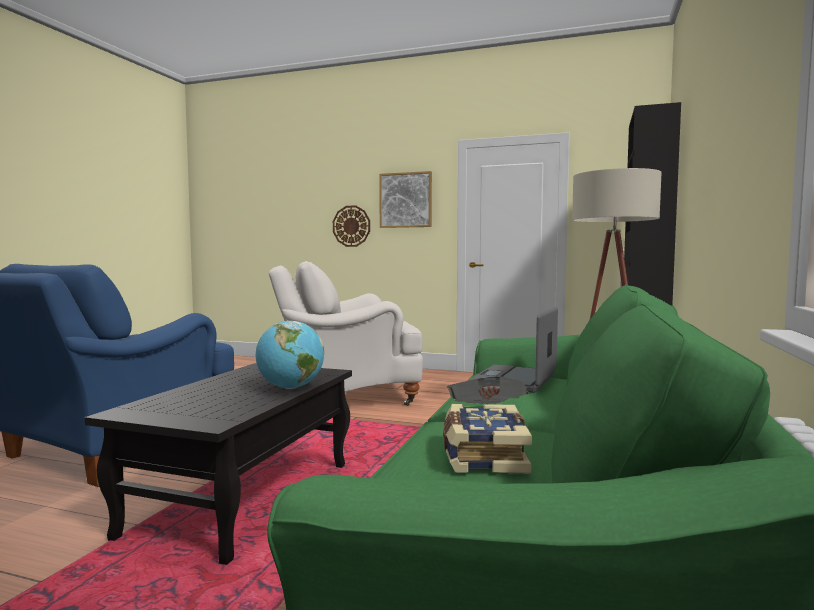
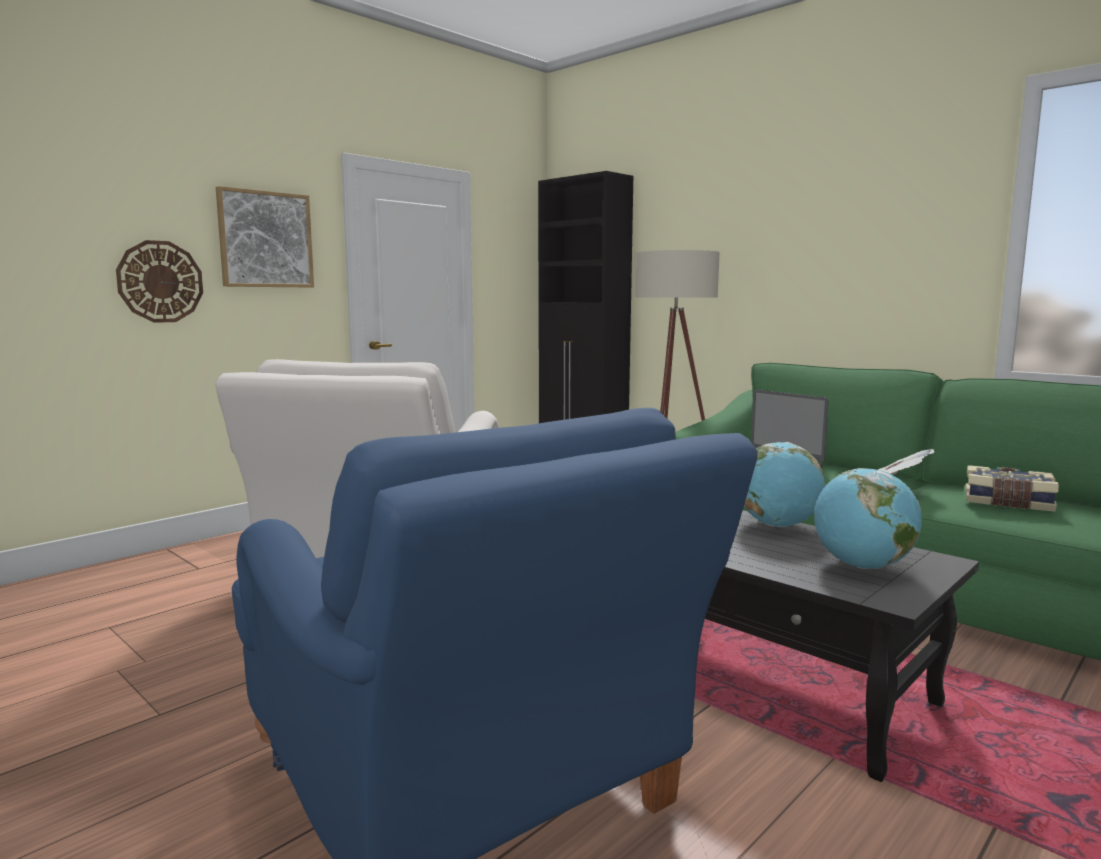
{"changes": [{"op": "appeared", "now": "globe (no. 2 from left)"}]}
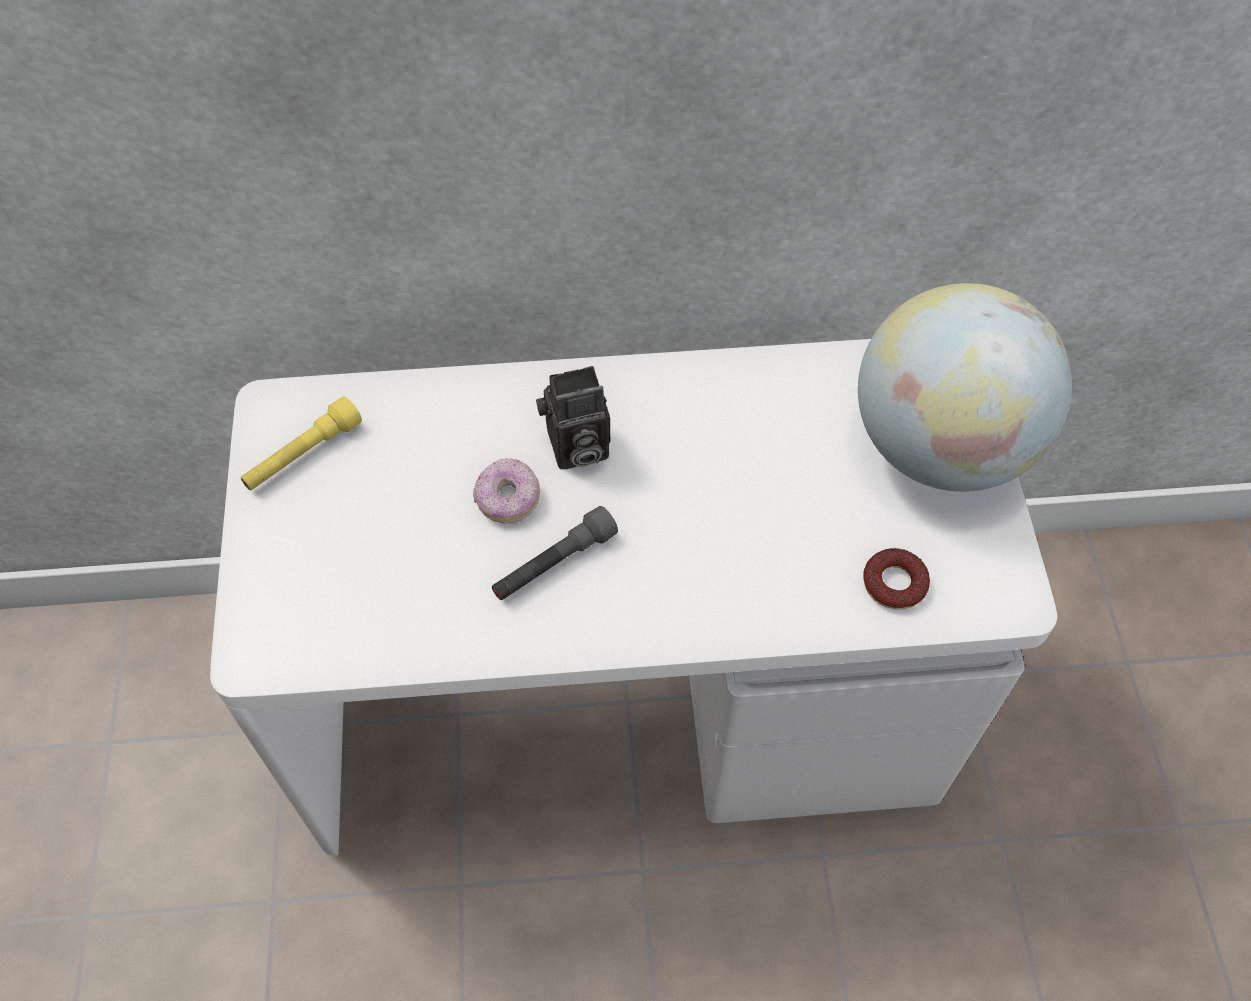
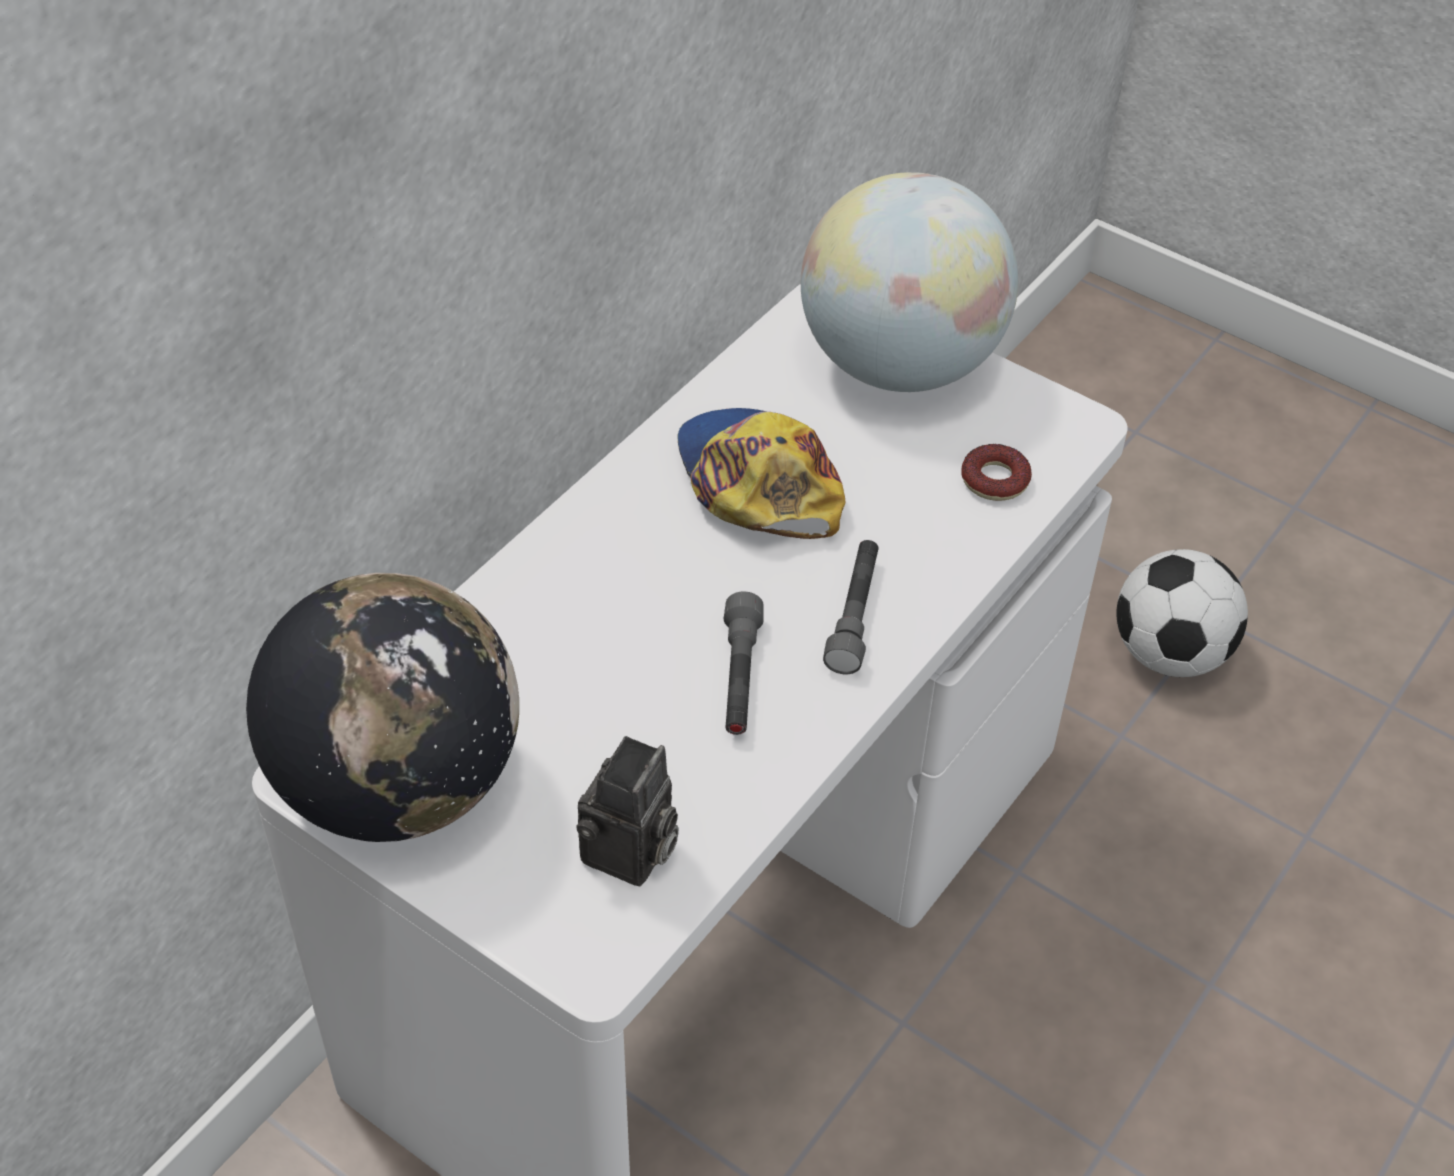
{"changes": [{"op": "missing", "was": "beignet (no. 1 from left)"}, {"op": "appeared", "now": "casquette"}, {"op": "appeared", "now": "lampe de poche/gris (no. 2 from left)"}, {"op": "appeared", "now": "ballon de foot"}, {"op": "relocated", "was": "appareil photo"}, {"op": "exchanged", "was": "lampe de poche/jaune", "now": "globe (no. 1 from left)"}]}
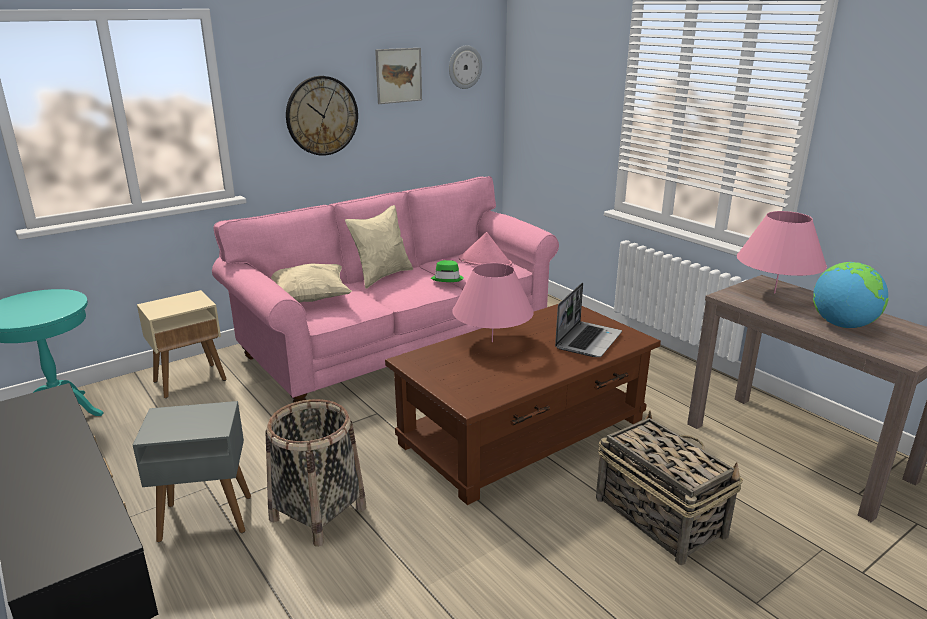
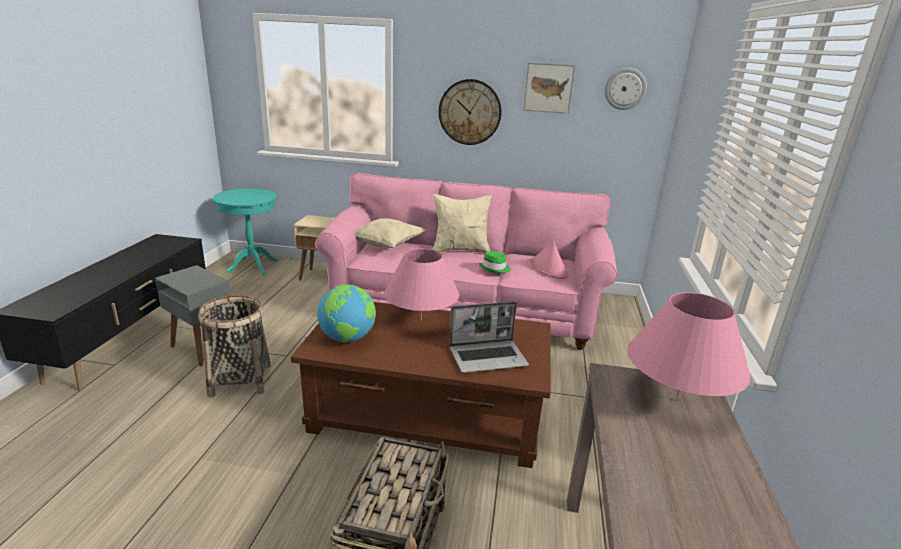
{"changes": [{"op": "relocated", "was": "globe"}]}
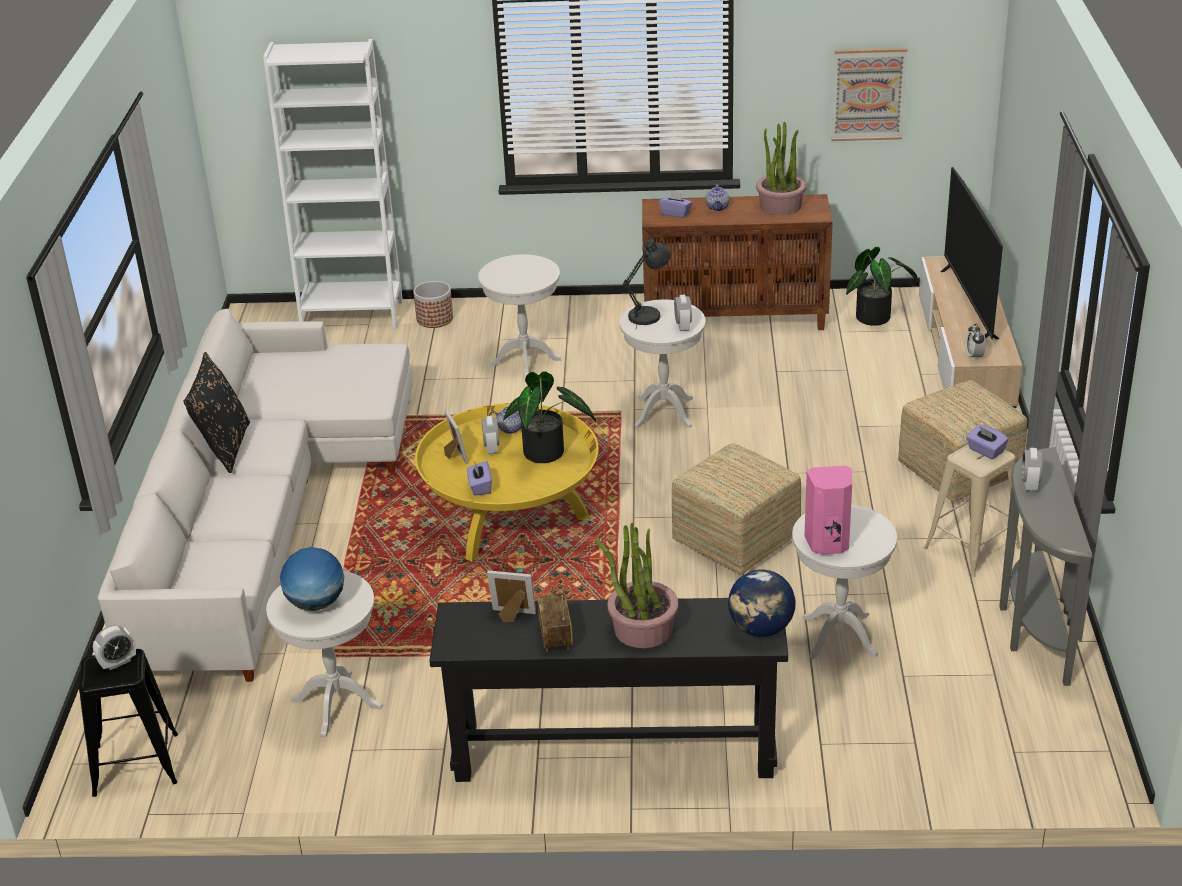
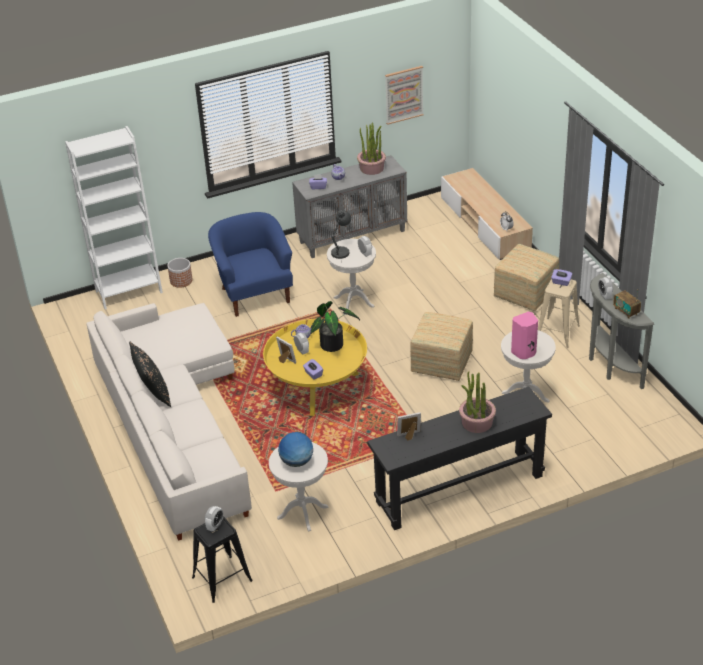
{"changes": [{"op": "missing", "was": "globe (no. 2 from left)"}, {"op": "missing", "was": "plante en pot (no. 4 from left)"}, {"op": "missing", "was": "téléviseur"}, {"op": "relocated", "was": "radio"}, {"op": "exchanged", "was": "table d'appoint/blanc (no. 2 from left)", "now": "fauteuil/bleu"}, {"op": "colour", "was": "meuble de rangement/marron", "now": "meuble de rangement/gris"}]}
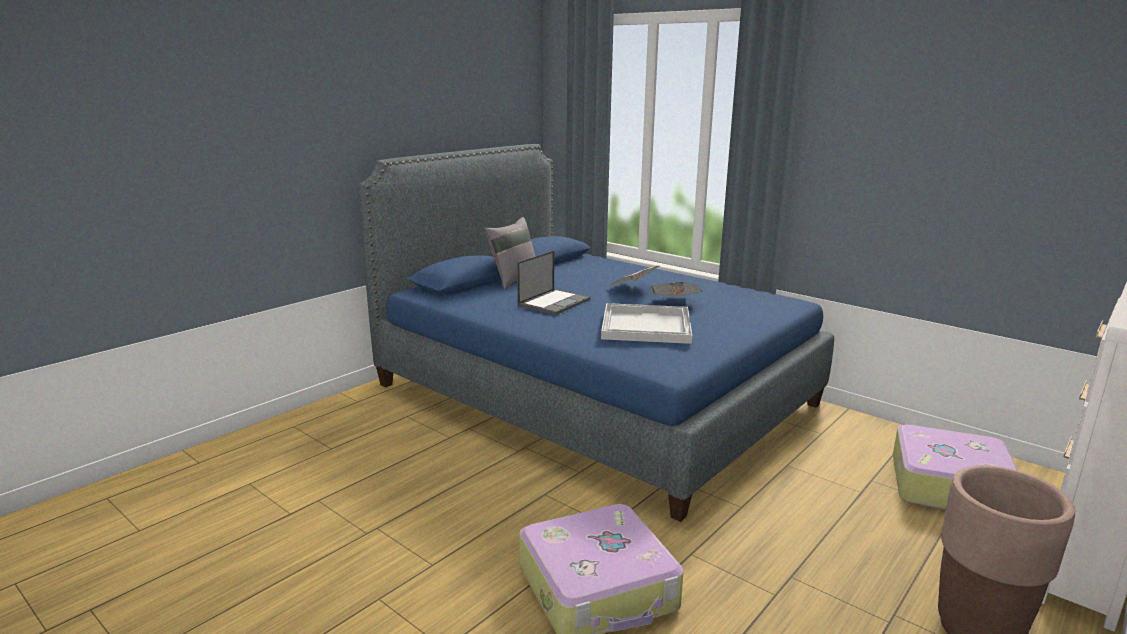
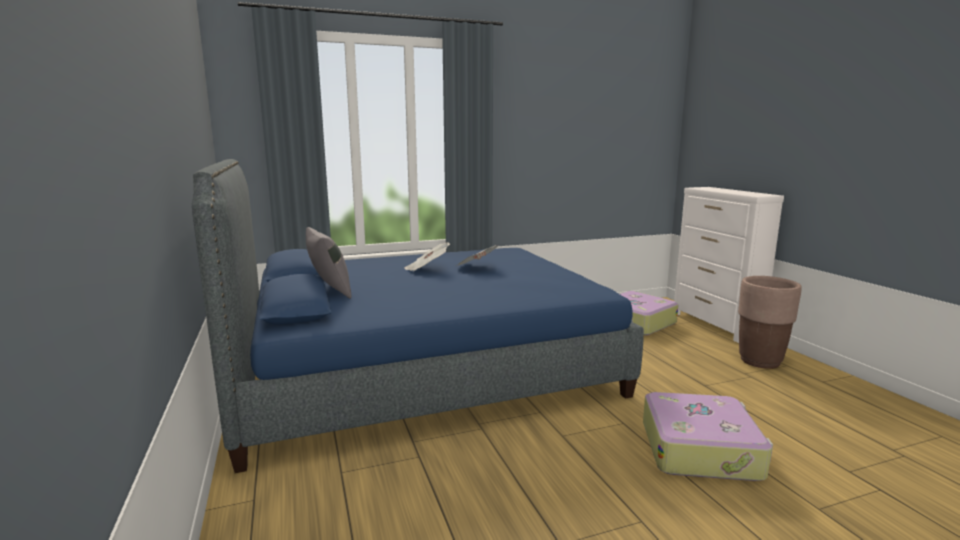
{"changes": [{"op": "missing", "was": "ordinateur portable"}, {"op": "missing", "was": "plateau/blanc"}]}
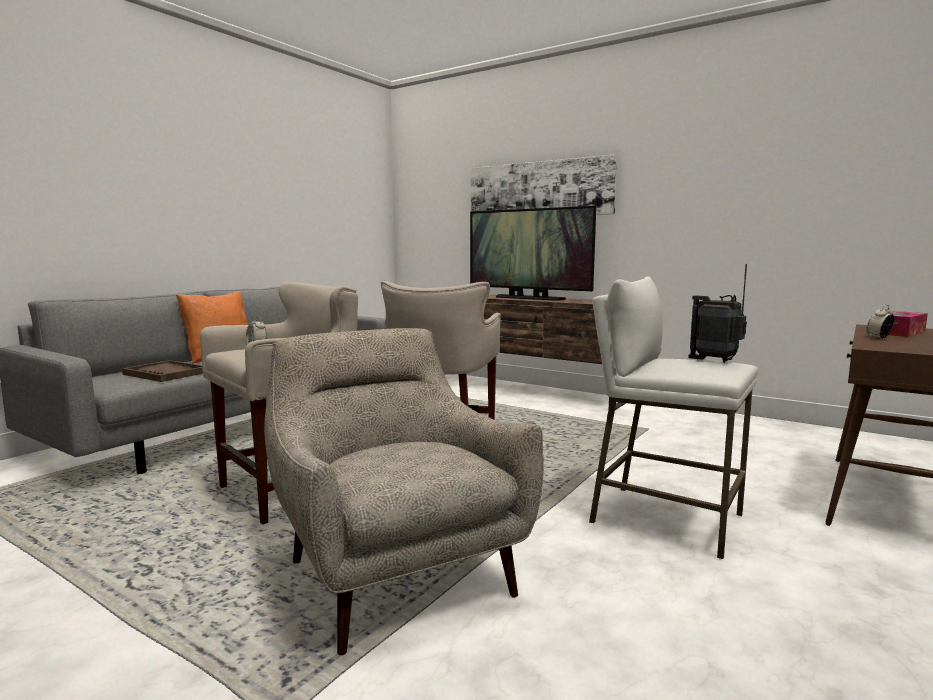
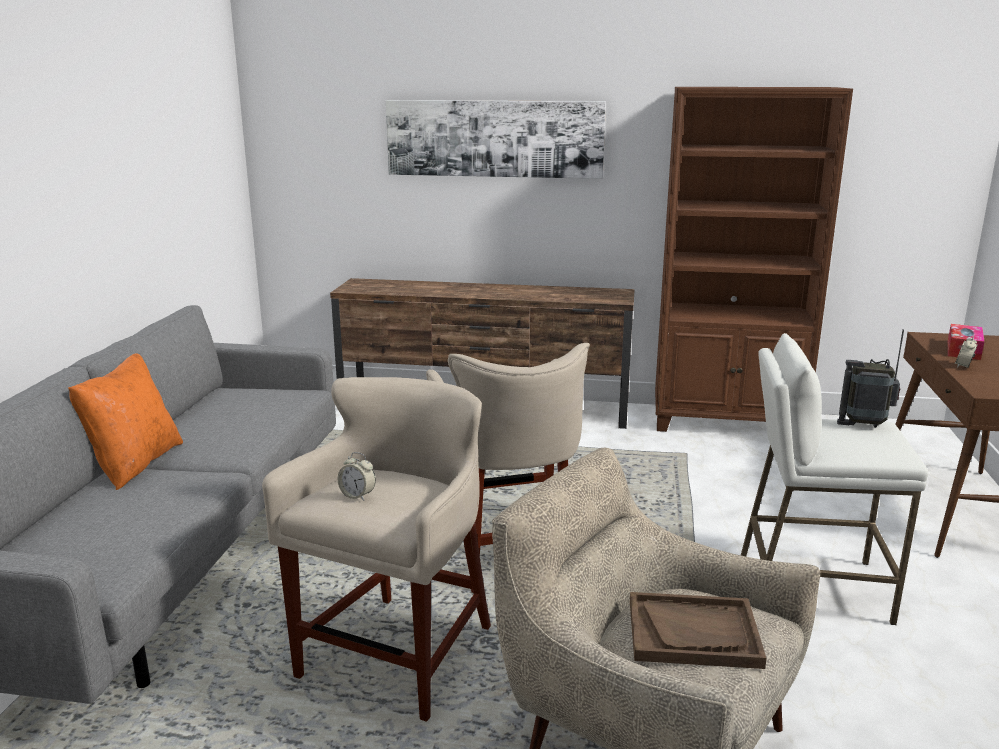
{"changes": [{"op": "missing", "was": "téléviseur"}, {"op": "appeared", "now": "bibliothèque/marron"}, {"op": "relocated", "was": "plateau/marron"}]}
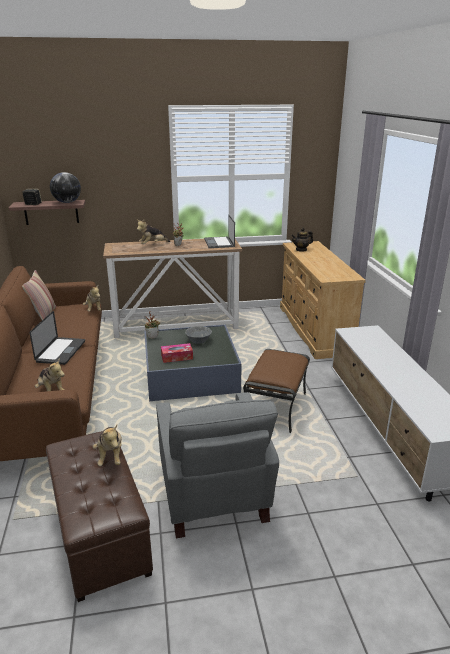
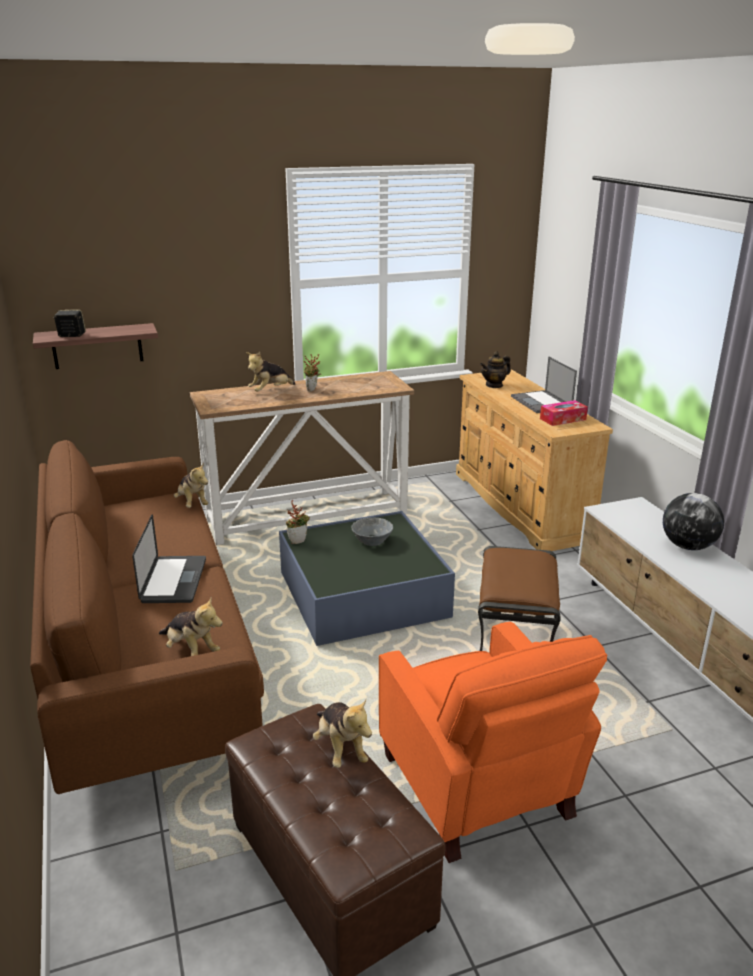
{"changes": [{"op": "missing", "was": "coussin"}, {"op": "relocated", "was": "globe"}, {"op": "relocated", "was": "boîte à mouchoirs"}, {"op": "relocated", "was": "ordinateur portable (no. 2 from left)"}, {"op": "colour", "was": "fauteuil/gris", "now": "fauteuil/orange"}]}
